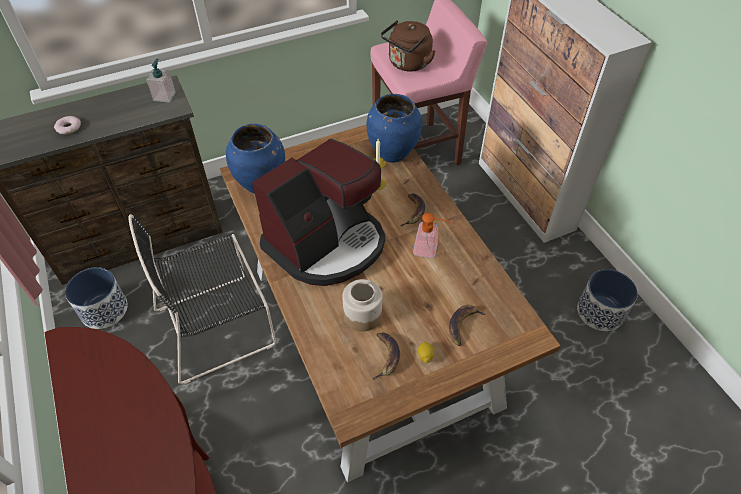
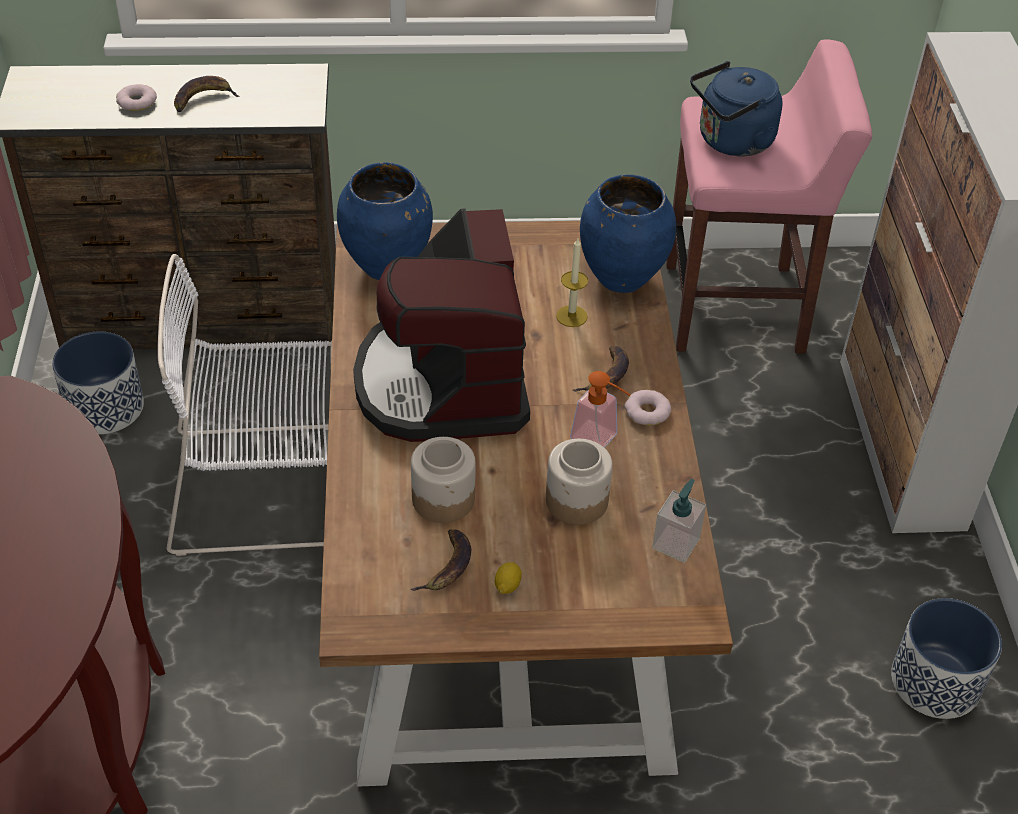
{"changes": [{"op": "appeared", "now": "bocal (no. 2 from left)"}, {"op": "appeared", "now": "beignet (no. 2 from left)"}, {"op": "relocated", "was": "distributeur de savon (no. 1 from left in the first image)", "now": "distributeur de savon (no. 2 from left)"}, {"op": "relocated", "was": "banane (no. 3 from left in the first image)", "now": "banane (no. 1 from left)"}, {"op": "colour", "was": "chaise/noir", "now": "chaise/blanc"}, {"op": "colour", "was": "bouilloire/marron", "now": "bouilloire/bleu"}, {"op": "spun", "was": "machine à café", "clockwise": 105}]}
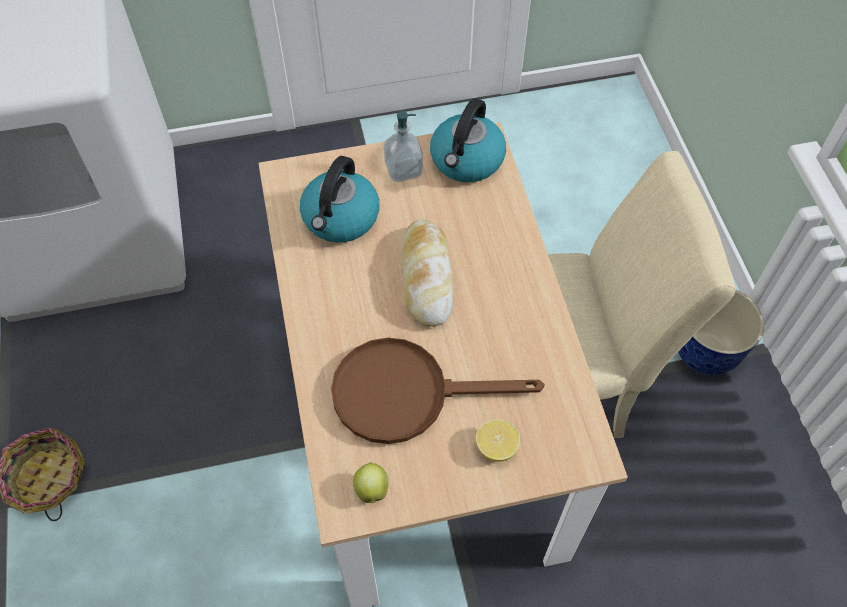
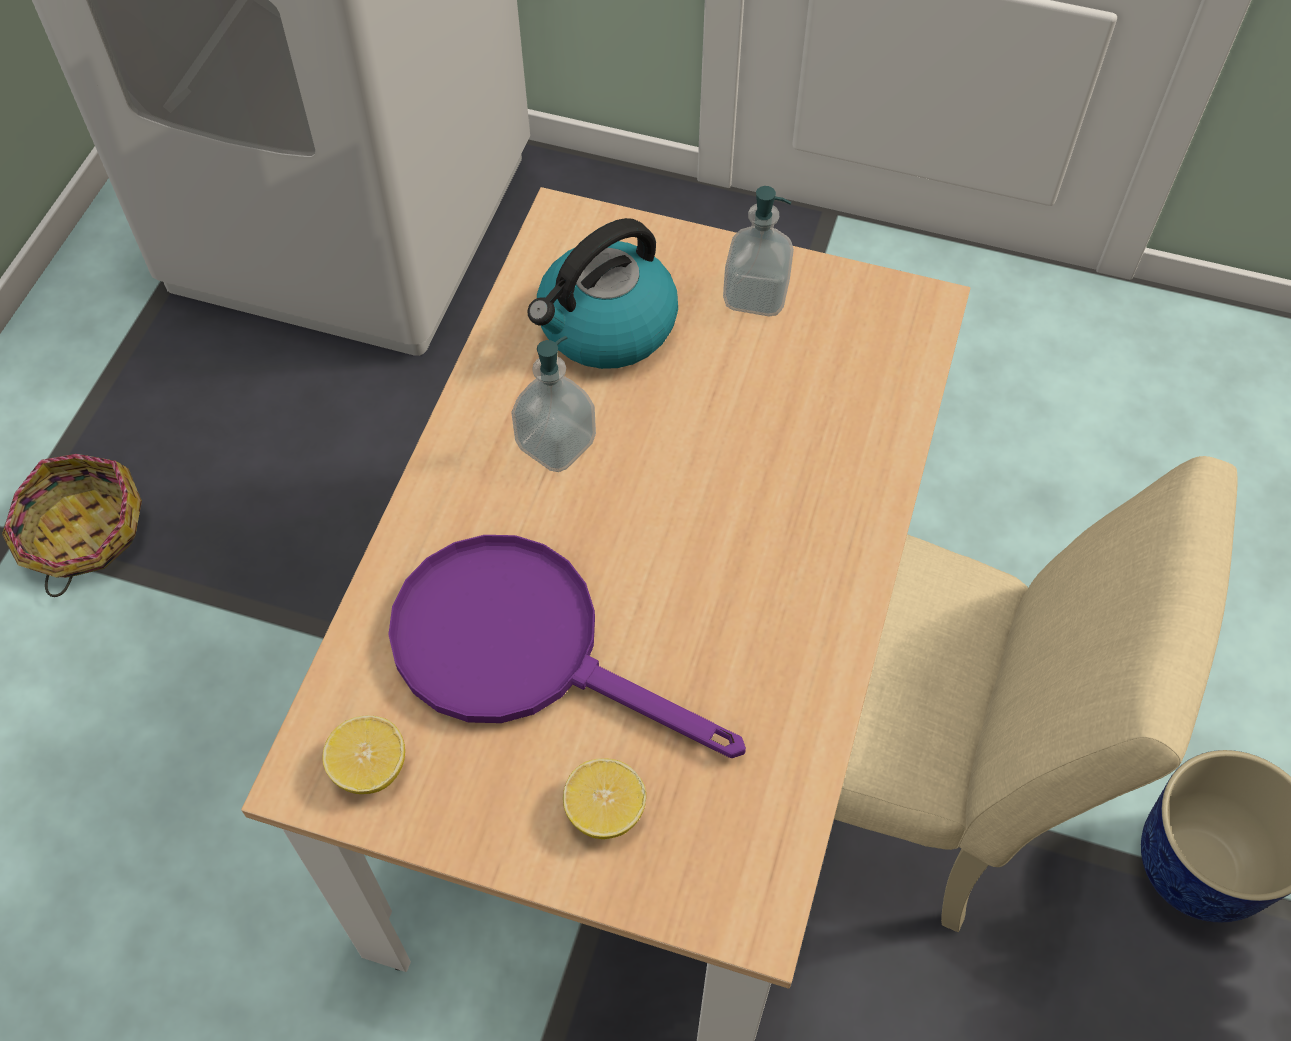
{"changes": [{"op": "missing", "was": "pain"}, {"op": "missing", "was": "bouilloire (no. 2 from left)"}, {"op": "appeared", "now": "distributeur de savon (no. 1 from left)"}, {"op": "exchanged", "was": "pomme", "now": "citron (no. 1 from left)"}, {"op": "colour", "was": "poêle/marron", "now": "poêle/violet"}]}
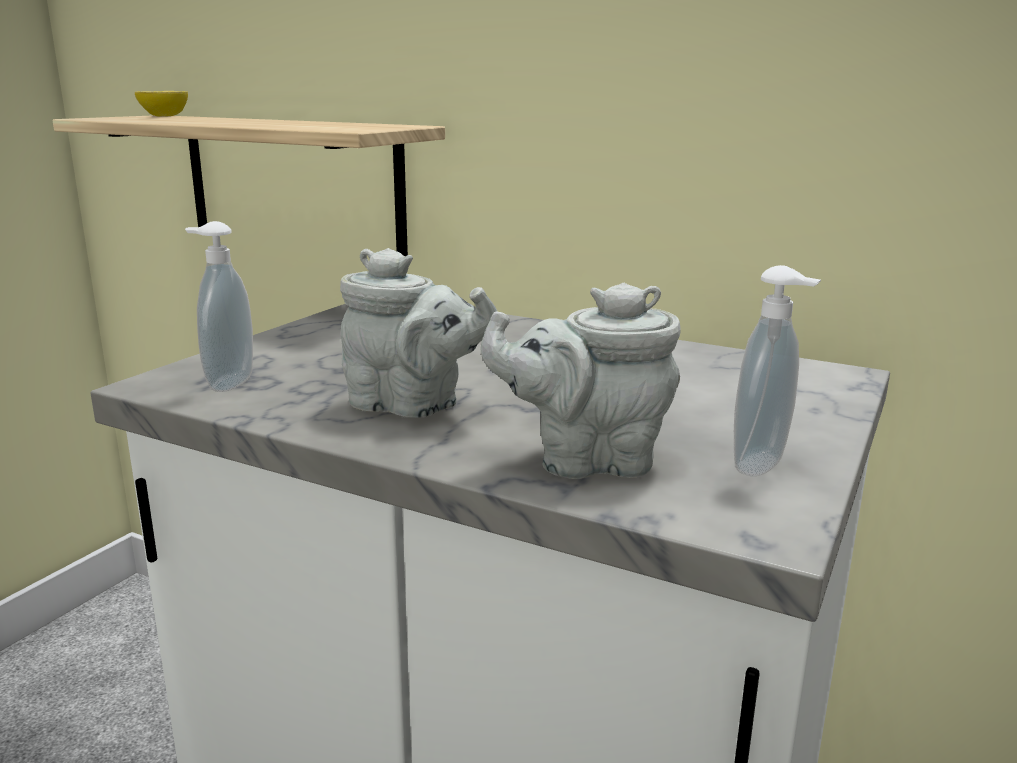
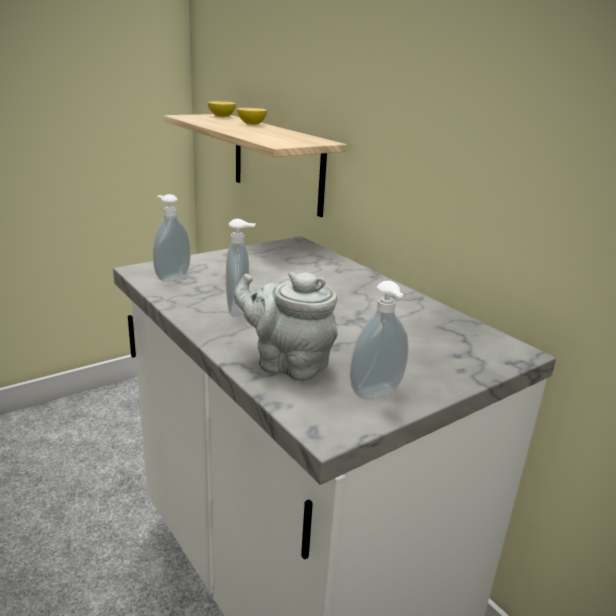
{"changes": [{"op": "appeared", "now": "citron (no. 2 from left)"}, {"op": "exchanged", "was": "théière/gris (no. 1 from left)", "now": "distributeur de savon (no. 2 from left)"}]}
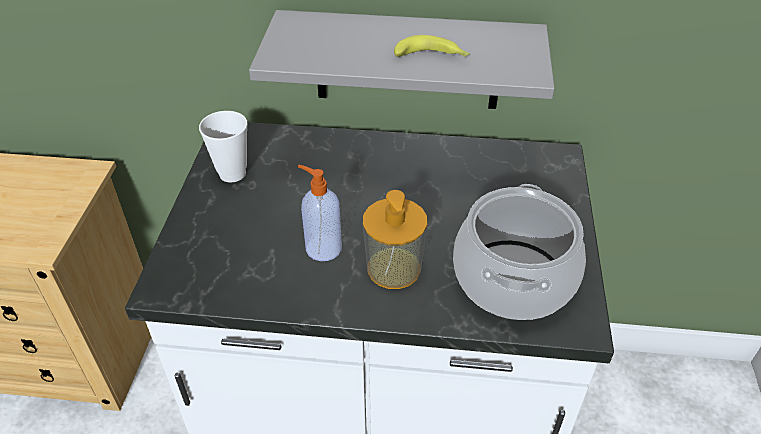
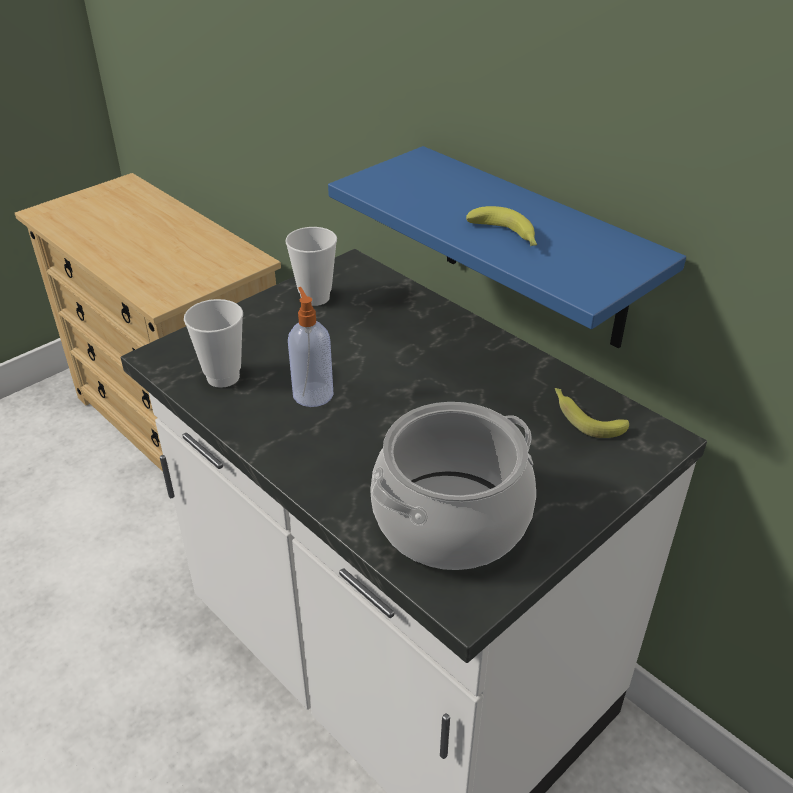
{"changes": [{"op": "missing", "was": "distributeur de savon (no. 2 from left)"}, {"op": "appeared", "now": "tasse (no. 1 from left)"}, {"op": "appeared", "now": "banane (no. 2 from left)"}, {"op": "colour", "was": "étagère/gris", "now": "étagère/bleu"}]}
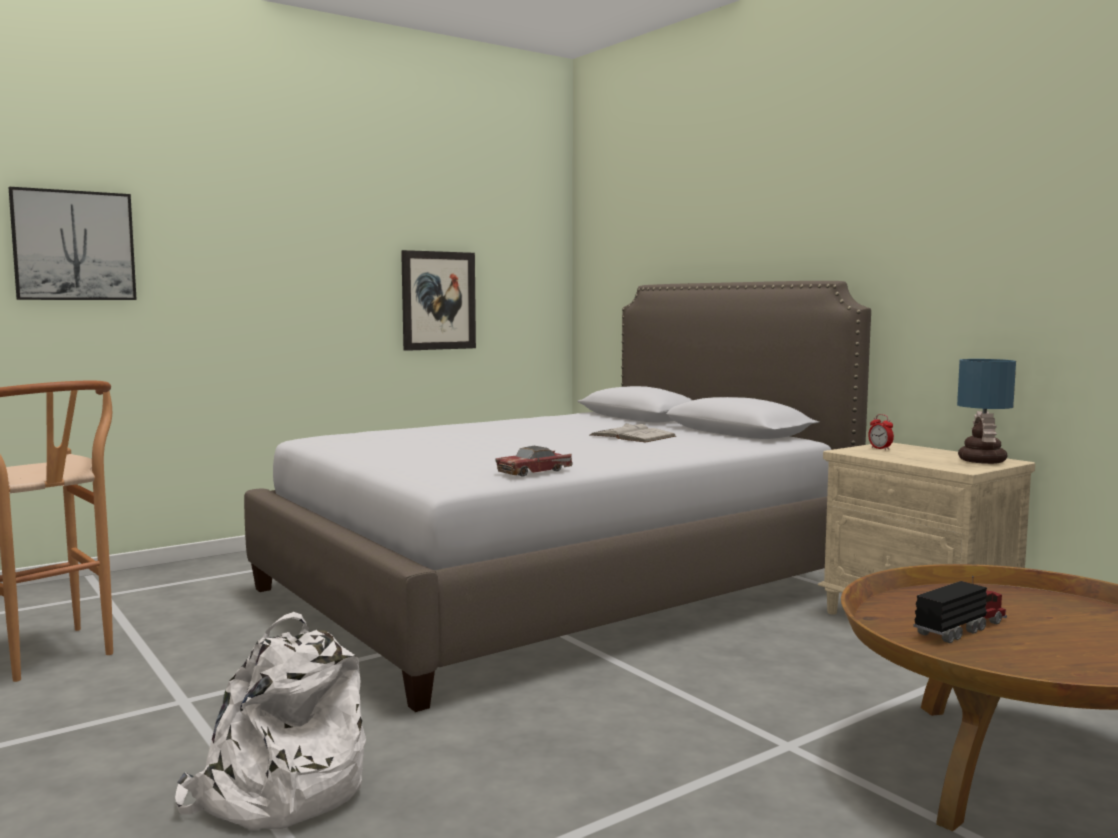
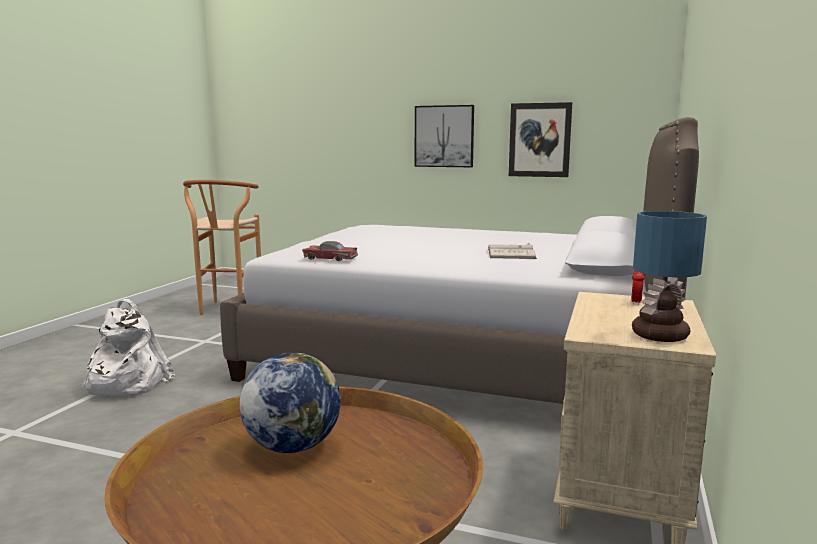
{"changes": [{"op": "relocated", "was": "tableau (no. 1 from left)"}, {"op": "exchanged", "was": "camion jouet", "now": "globe"}]}
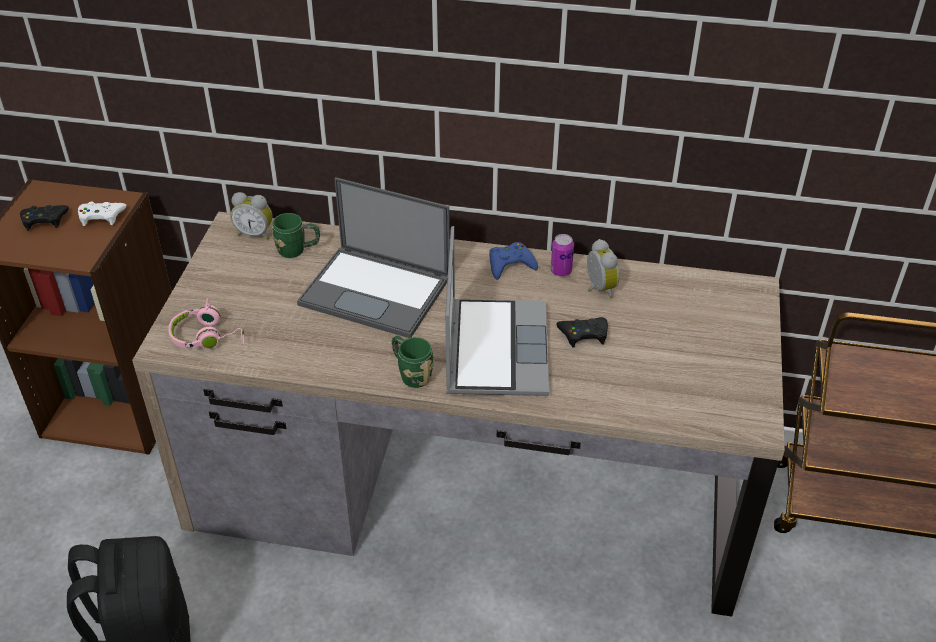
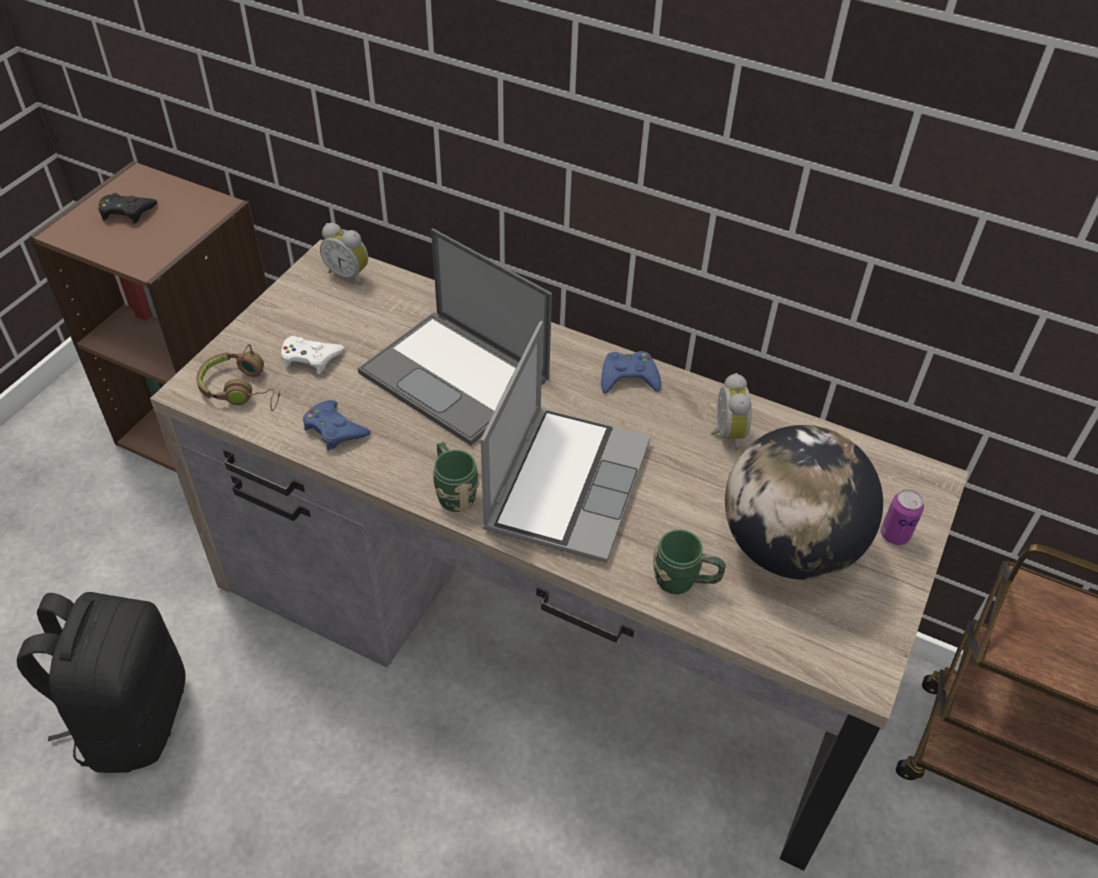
{"changes": [{"op": "missing", "was": "manette/noir (no. 2 from left)"}, {"op": "appeared", "now": "manette/bleu (no. 1 from left)"}, {"op": "appeared", "now": "globe"}, {"op": "relocated", "was": "manette/blanc"}, {"op": "relocated", "was": "mug/vert (no. 1 from left in the first image)", "now": "mug/vert (no. 2 from left)"}, {"op": "relocated", "was": "boîte métallique"}, {"op": "colour", "was": "casque audio/rose", "now": "casque audio/marron"}]}
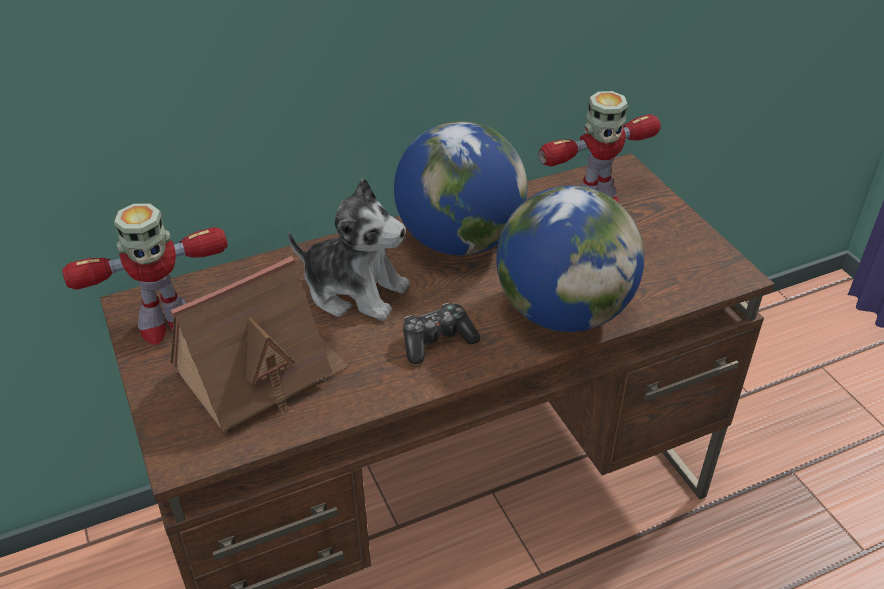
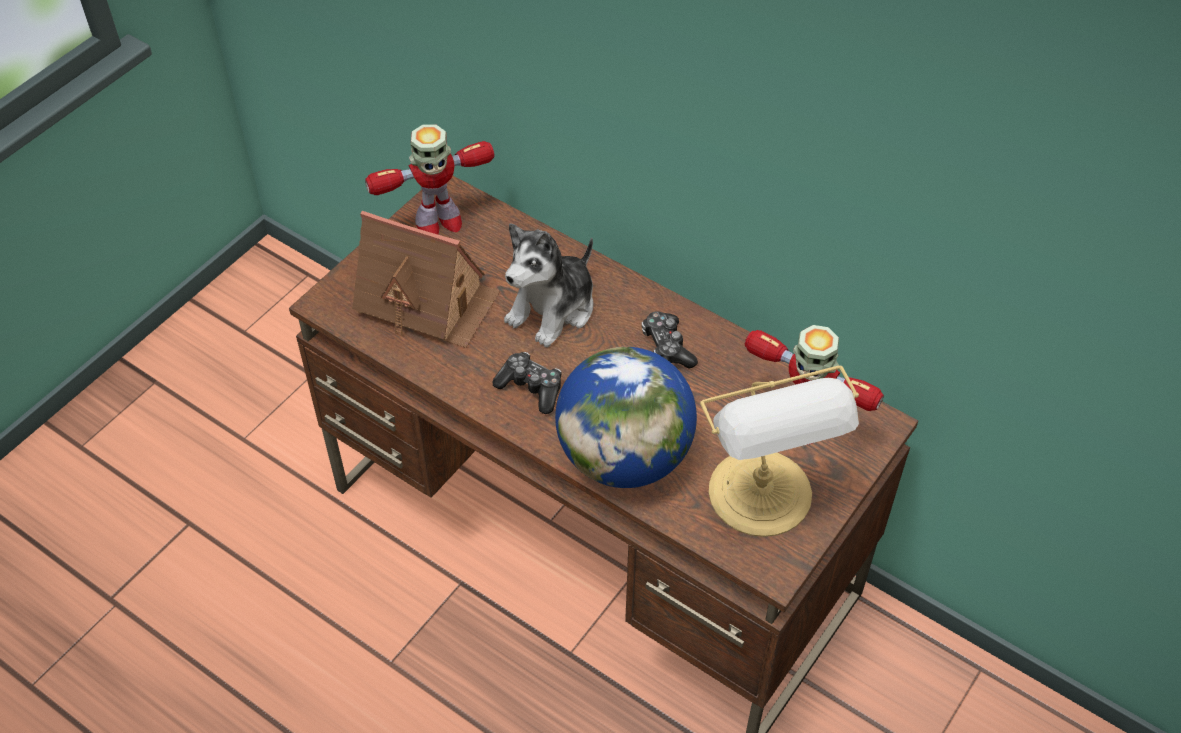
{"changes": [{"op": "appeared", "now": "lampe de table"}, {"op": "exchanged", "was": "globe (no. 1 from left)", "now": "manette (no. 2 from left)"}, {"op": "spun", "was": "robot jouet (no. 1 from left)", "clockwise": -60}, {"op": "spun", "was": "peluche", "clockwise": 45}]}
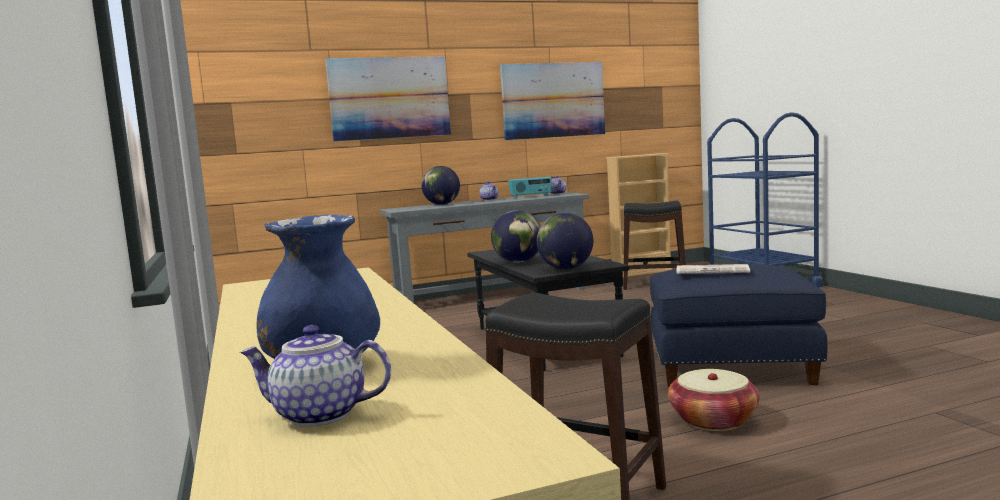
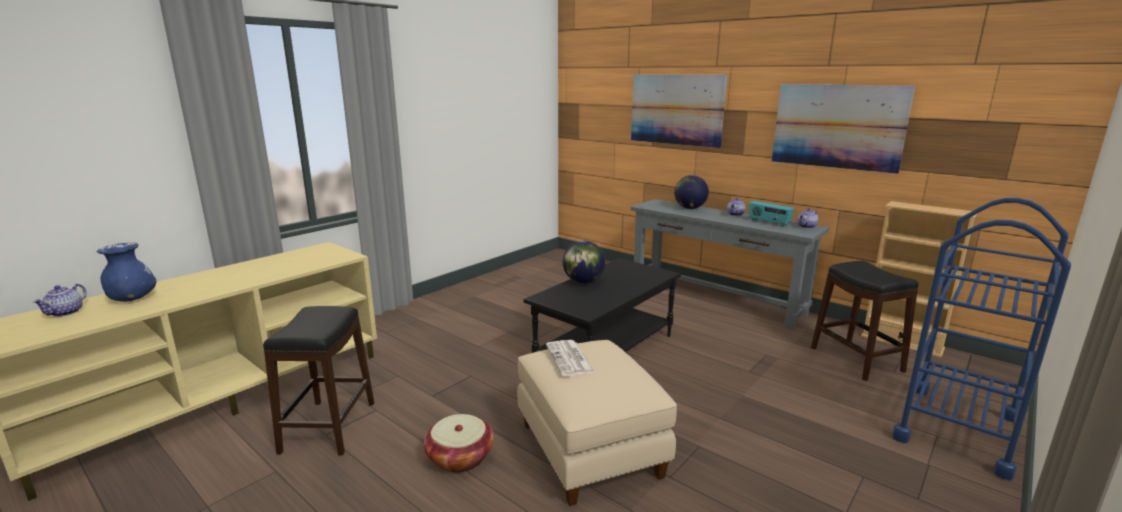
{"changes": [{"op": "missing", "was": "globe (no. 3 from left)"}, {"op": "colour", "was": "pouf/bleu", "now": "pouf/beige"}, {"op": "spun", "was": "théière (no. 1 from left)", "clockwise": -150}]}
